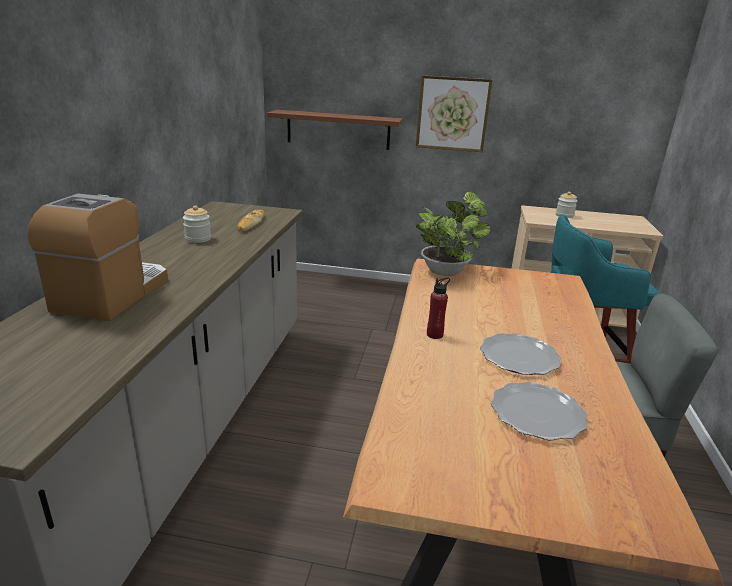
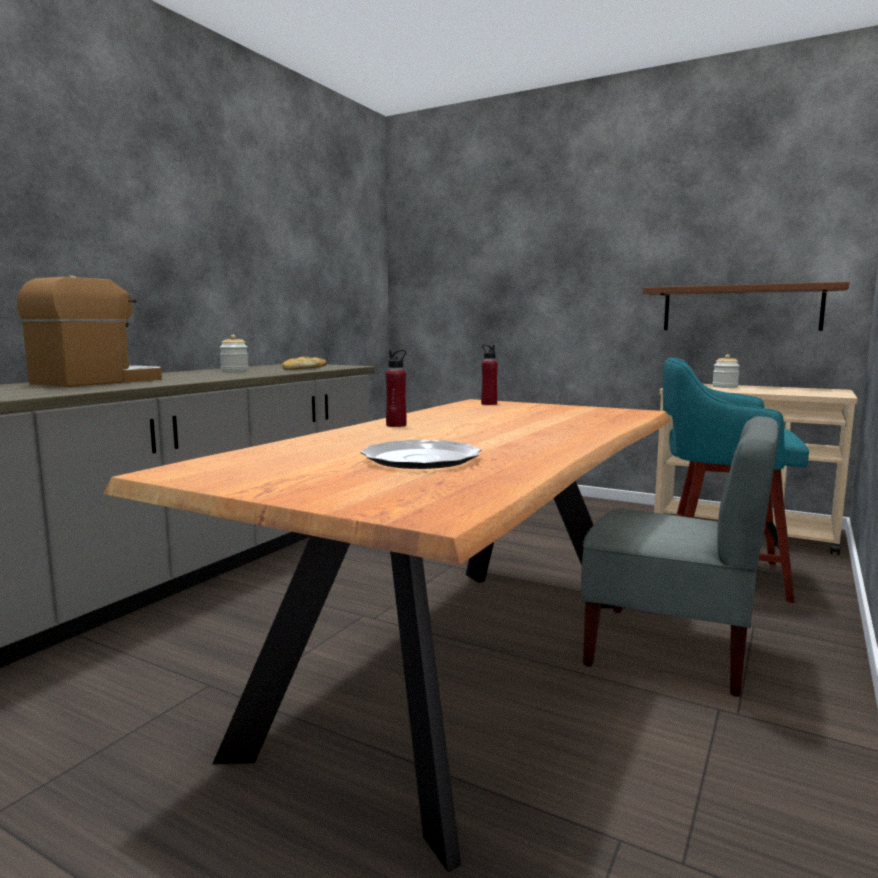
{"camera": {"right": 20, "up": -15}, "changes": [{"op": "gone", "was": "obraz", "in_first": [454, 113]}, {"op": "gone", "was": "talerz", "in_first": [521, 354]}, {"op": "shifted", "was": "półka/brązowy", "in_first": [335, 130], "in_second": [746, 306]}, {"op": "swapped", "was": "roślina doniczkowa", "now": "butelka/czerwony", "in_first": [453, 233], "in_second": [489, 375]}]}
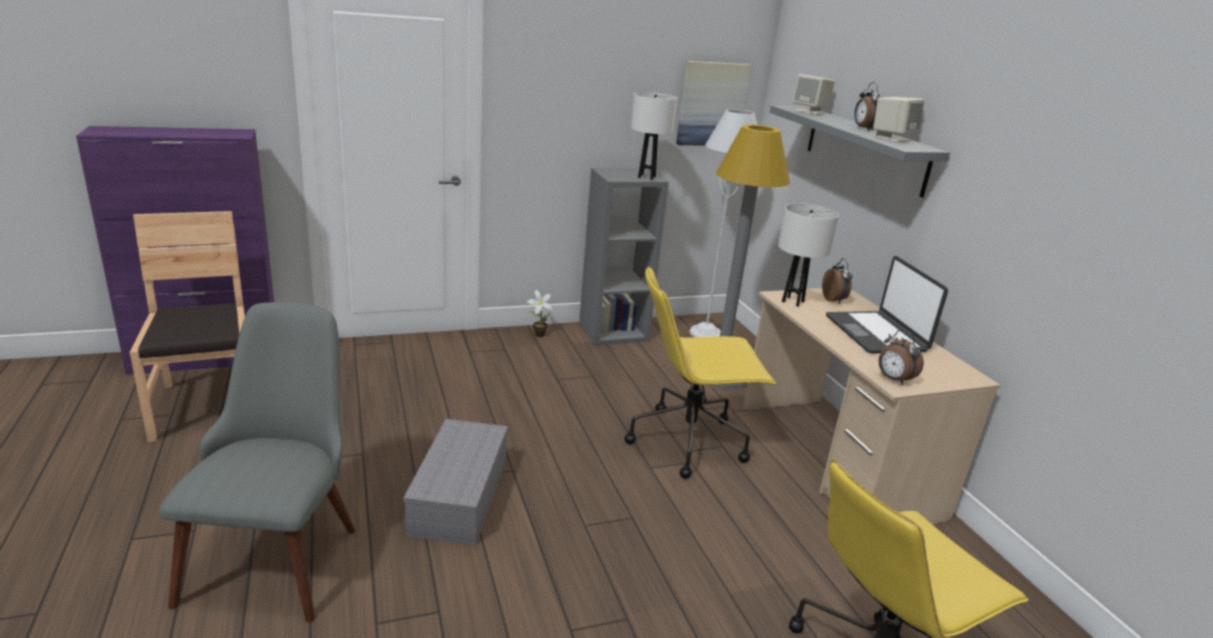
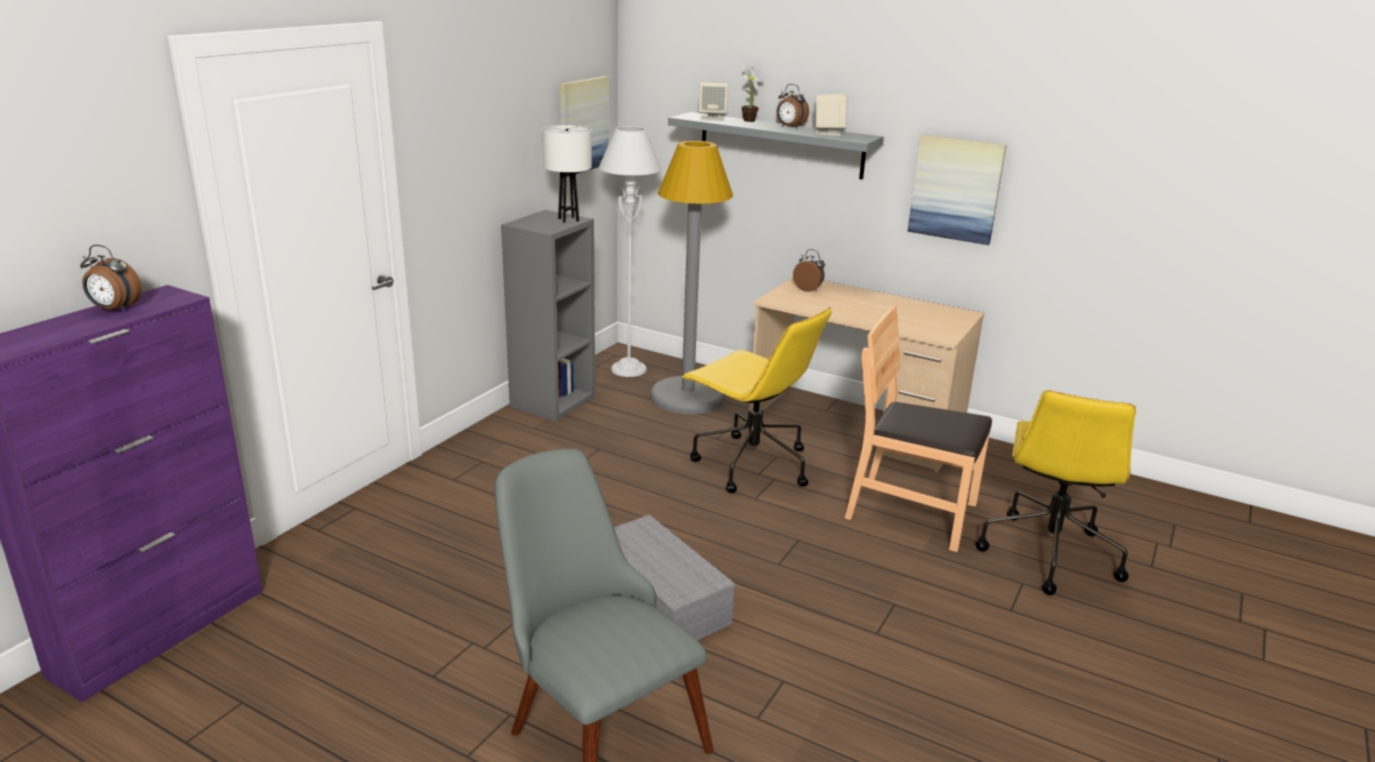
{"camera": {"right": -40, "up": 0}, "changes": [{"op": "gone", "was": "lampa stołowa/biały", "in_first": [808, 255]}, {"op": "gone", "was": "laptop", "in_first": [887, 305]}, {"op": "new", "now": "obraz", "in_second": [957, 190]}, {"op": "shifted", "was": "krzesło/brązowy", "in_first": [187, 326], "in_second": [919, 429]}, {"op": "shifted", "was": "roślina doniczkowa", "in_first": [540, 313], "in_second": [752, 93]}, {"op": "shifted", "was": "budzik", "in_first": [901, 357], "in_second": [111, 278]}, {"op": "rotated", "was": "krzesło biurowe/żółty", "in_first": [700, 372], "in_second": [756, 400], "clockwise": -90}]}
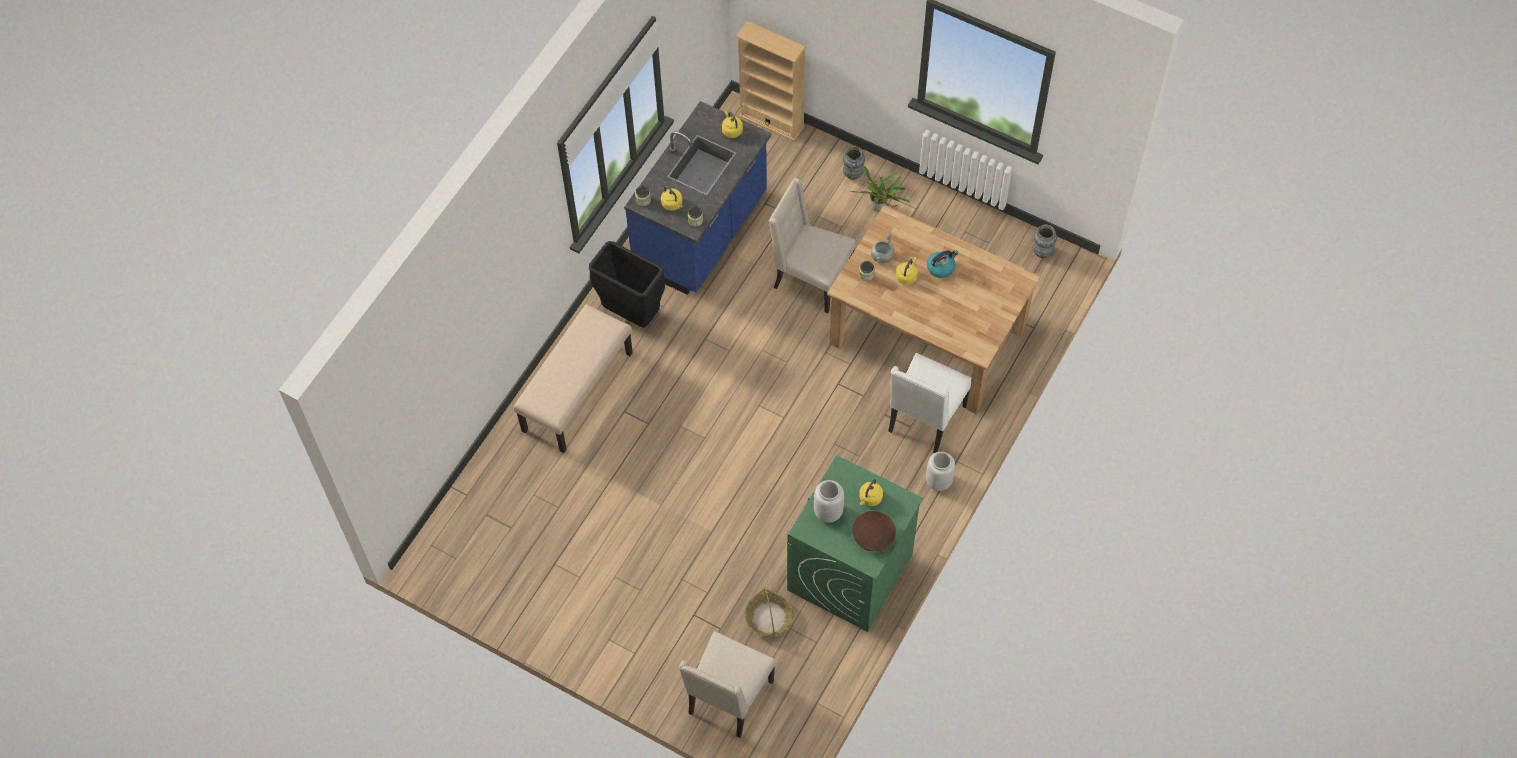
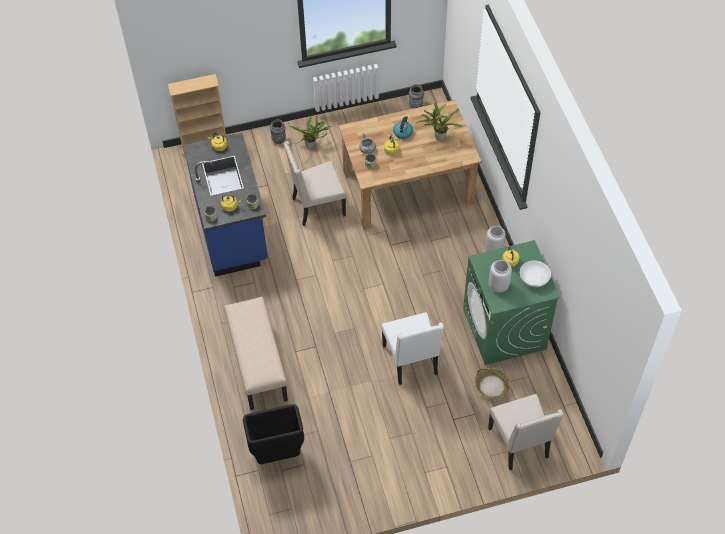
{"camera": {"right": -45, "up": -5}, "changes": [{"op": "new", "now": "roślina doniczkowa", "in_second": [439, 121]}, {"op": "shifted", "was": "kosz na śmieci/czarny", "in_first": [627, 284], "in_second": [273, 434]}, {"op": "shifted", "was": "krzesło/biały", "in_first": [929, 403], "in_second": [412, 348]}, {"op": "repainted", "was": "miska/brązowy", "now": "miska/biały", "in_first": [874, 531], "in_second": [535, 274]}]}
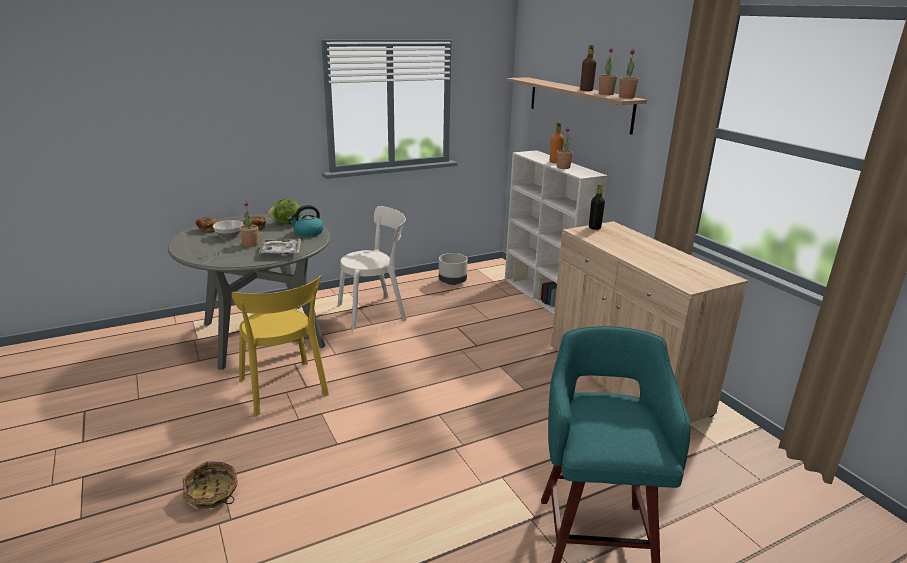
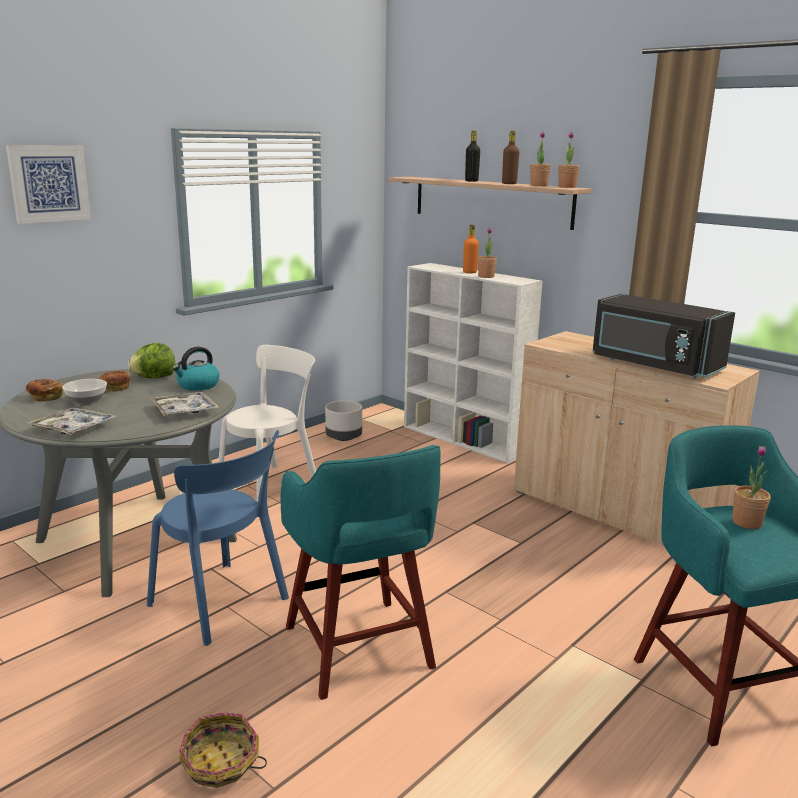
{"camera": {"right": -20, "up": -5}, "changes": [{"op": "new", "now": "obraz", "in_second": [48, 184]}, {"op": "new", "now": "taca", "in_second": [72, 421]}, {"op": "new", "now": "stołek/turkusowy", "in_second": [360, 572]}, {"op": "new", "now": "mikrofalówka/czarny", "in_second": [664, 336]}, {"op": "shifted", "was": "roślina doniczkowa", "in_first": [249, 224], "in_second": [751, 487]}, {"op": "shifted", "was": "butelka/czarny", "in_first": [597, 207], "in_second": [472, 156]}, {"op": "repainted", "was": "krzesło/żółty", "now": "krzesło/niebieski", "in_first": [280, 345], "in_second": [218, 538]}]}
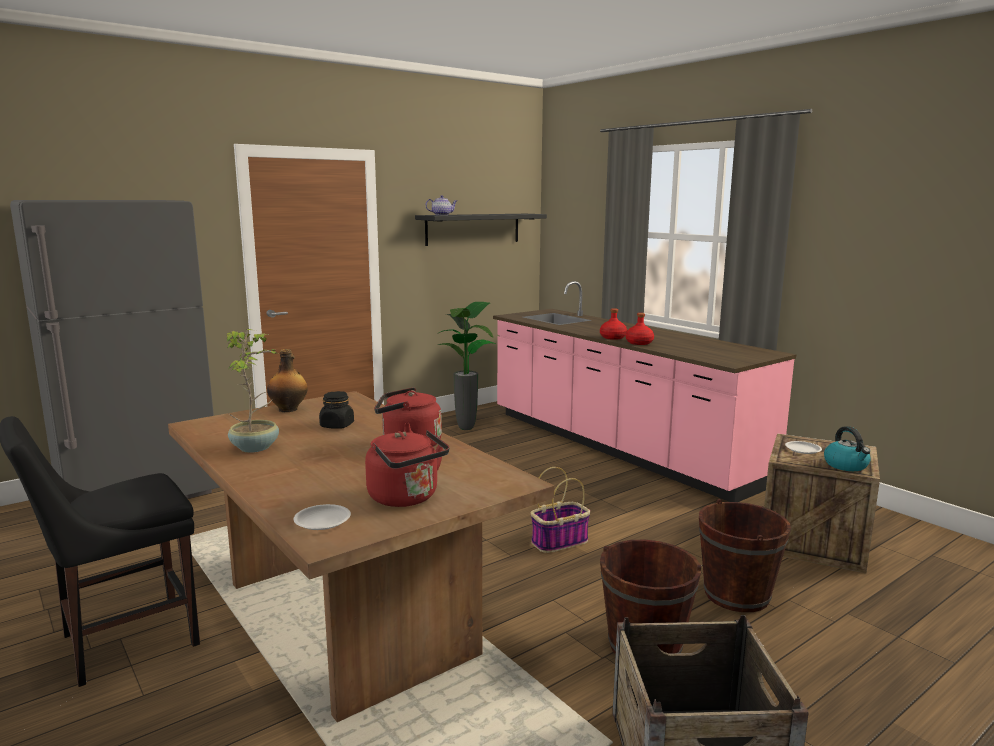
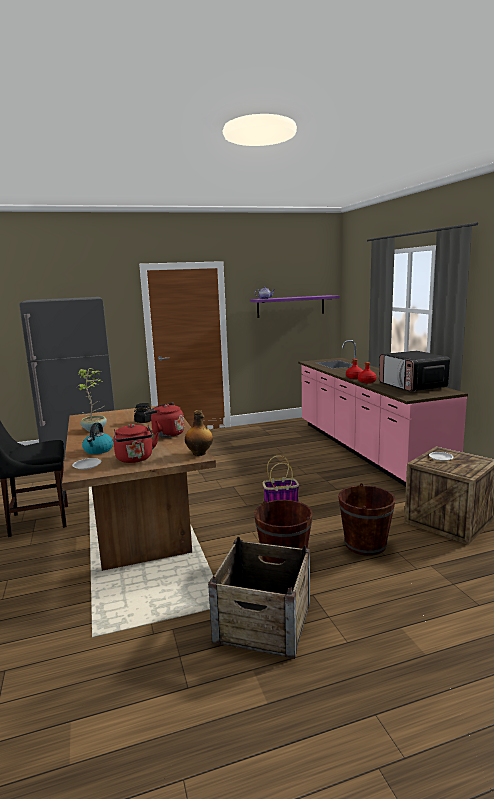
{"camera": {"right": 20, "up": 0}, "changes": [{"op": "gone", "was": "roślina doniczkowa", "in_first": [466, 366]}, {"op": "new", "now": "mikrofalówka", "in_second": [414, 371]}, {"op": "shifted", "was": "butelka", "in_first": [287, 380], "in_second": [199, 433]}, {"op": "shifted", "was": "czajnik", "in_first": [847, 448], "in_second": [97, 438]}, {"op": "repainted", "was": "półka/czarny", "now": "półka/fioletowy", "in_first": [481, 230], "in_second": [295, 306]}]}
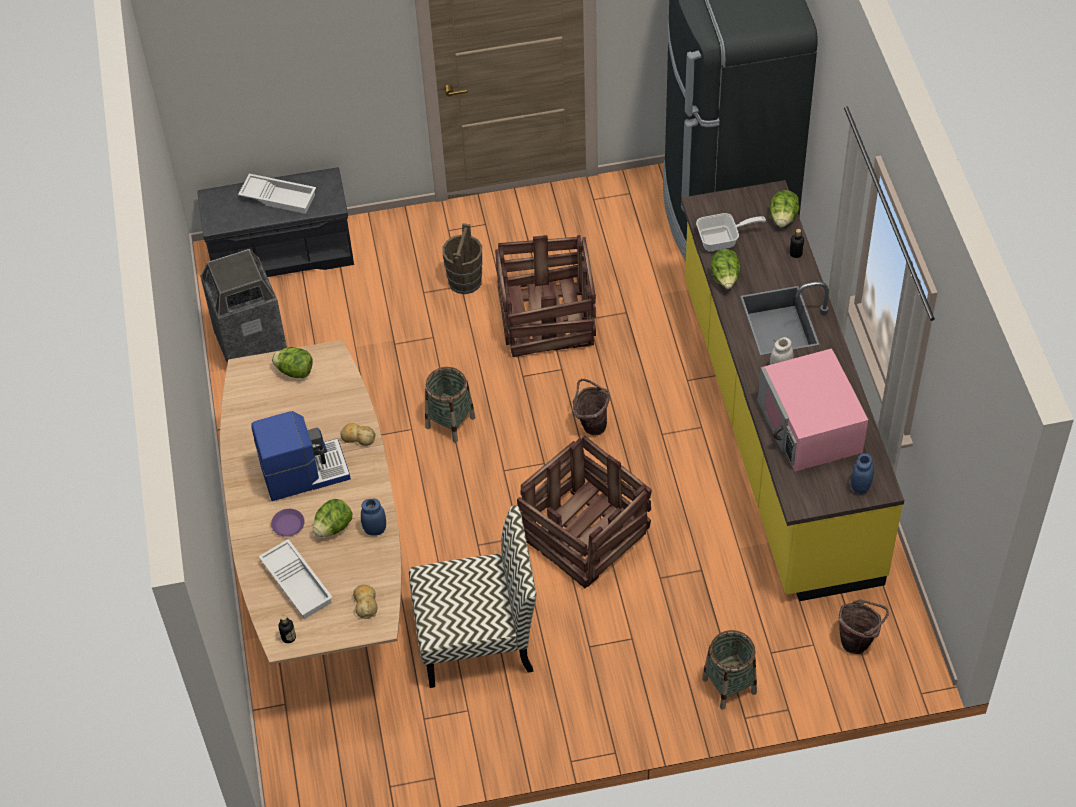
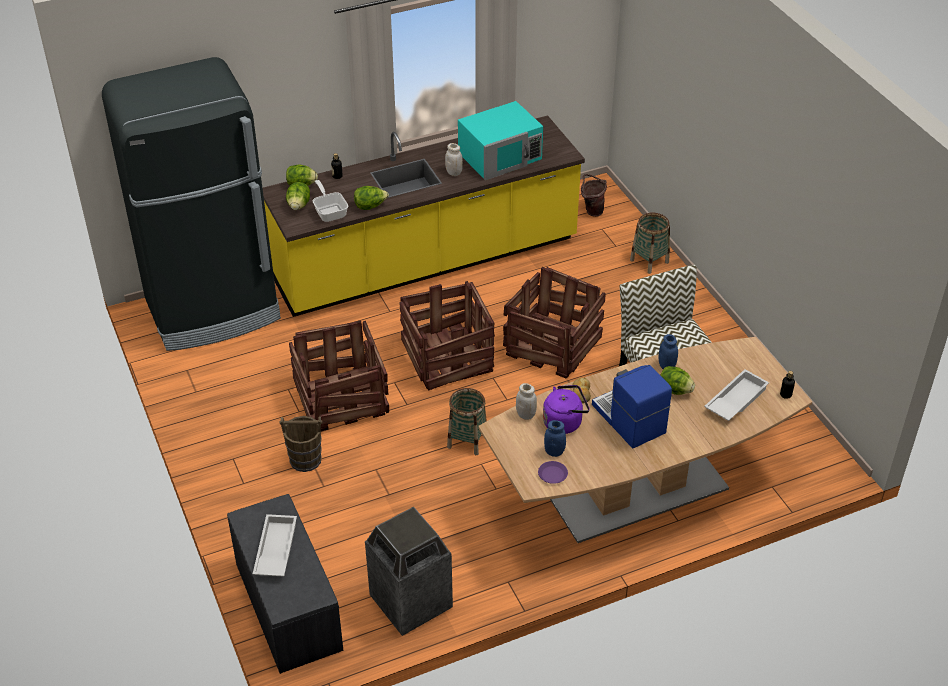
{"camera": {"right": -105, "up": -10}, "changes": [{"op": "gone", "was": "chleb", "in_first": [365, 602]}, {"op": "new", "now": "słoik/biały", "in_second": [526, 401]}, {"op": "new", "now": "czajnik/fioletowy", "in_second": [566, 409]}, {"op": "shifted", "was": "talerz/fioletowy", "in_first": [288, 523], "in_second": [553, 472]}, {"op": "shifted", "was": "sałata", "in_first": [292, 362], "in_second": [298, 196]}, {"op": "shifted", "was": "słoik/niebieski", "in_first": [862, 473], "in_second": [555, 438]}, {"op": "swapped", "was": "wiadro/brązowy", "now": "skrzynka", "in_first": [591, 407], "in_second": [447, 336]}, {"op": "repainted", "was": "mikrofalówka/różowy", "now": "mikrofalówka/turkusowy", "in_first": [813, 410], "in_second": [500, 140]}]}
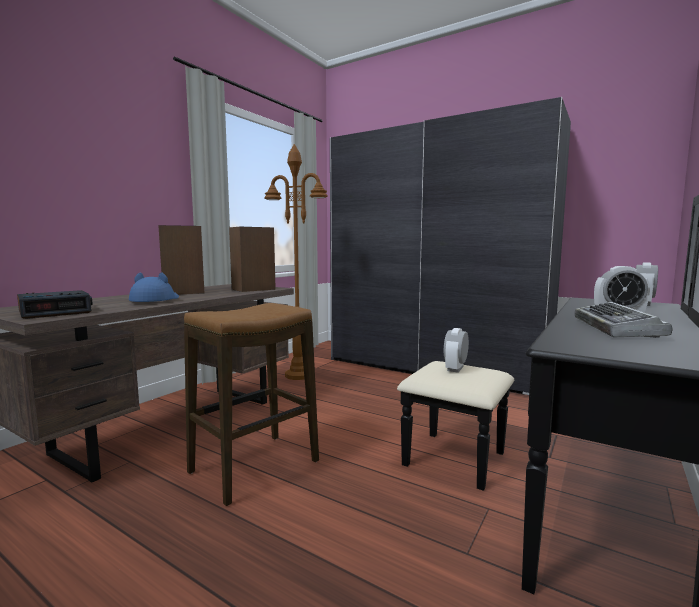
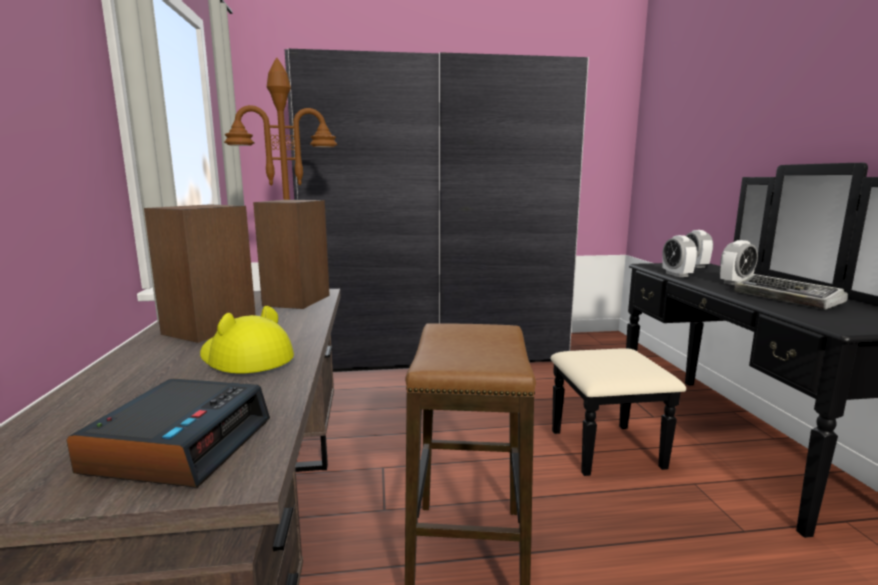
{"camera": {"right": -40, "up": 5}, "changes": [{"op": "shifted", "was": "budzik", "in_first": [456, 350], "in_second": [679, 256]}, {"op": "repainted", "was": "kapelusz/niebieski", "now": "kapelusz/żółty", "in_first": [154, 287], "in_second": [247, 340]}]}
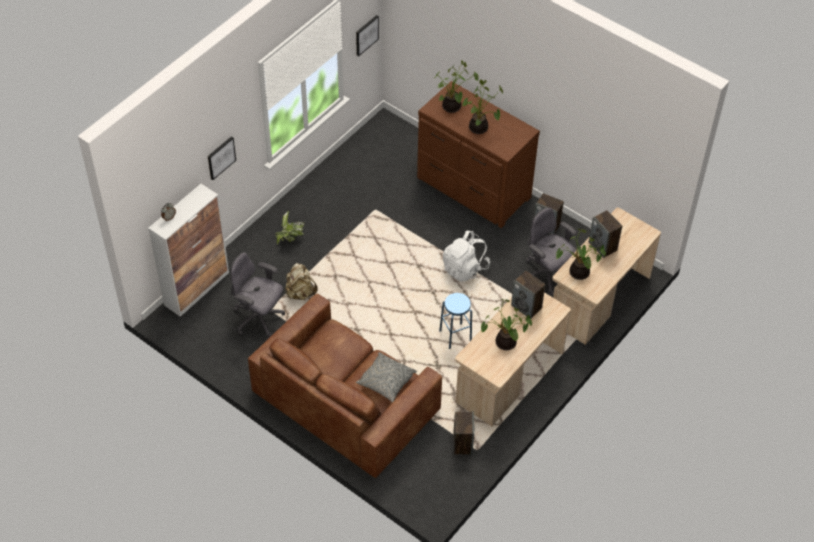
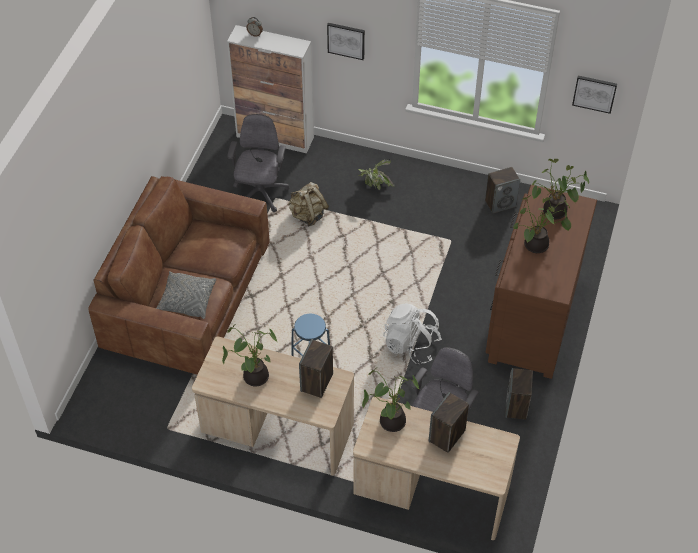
{"camera": {"right": 70, "up": 0}, "changes": [{"op": "shifted", "was": "głośnik", "in_first": [463, 433], "in_second": [502, 190]}]}
